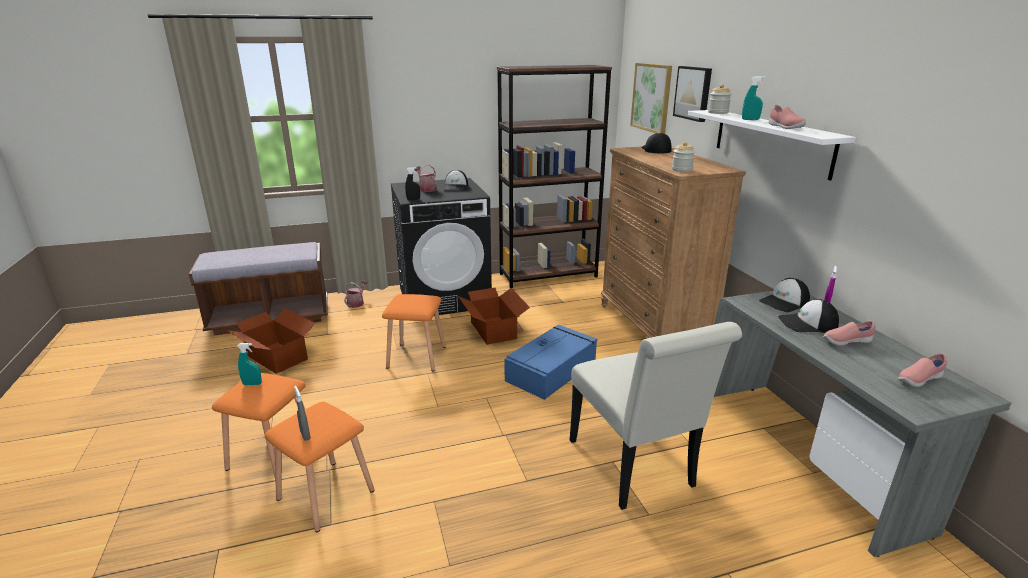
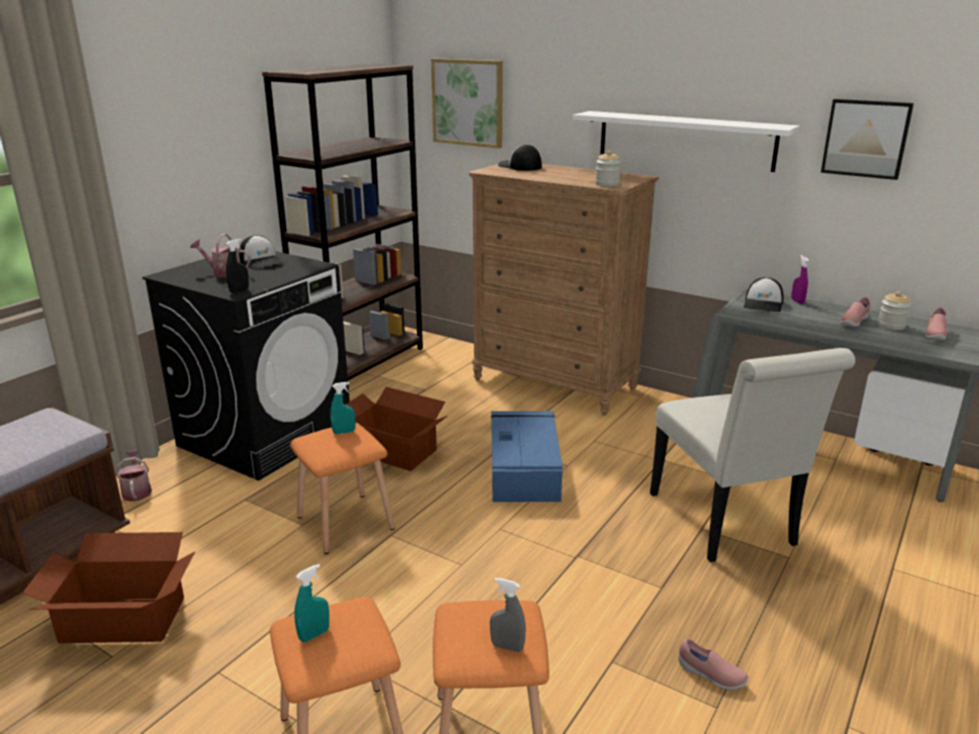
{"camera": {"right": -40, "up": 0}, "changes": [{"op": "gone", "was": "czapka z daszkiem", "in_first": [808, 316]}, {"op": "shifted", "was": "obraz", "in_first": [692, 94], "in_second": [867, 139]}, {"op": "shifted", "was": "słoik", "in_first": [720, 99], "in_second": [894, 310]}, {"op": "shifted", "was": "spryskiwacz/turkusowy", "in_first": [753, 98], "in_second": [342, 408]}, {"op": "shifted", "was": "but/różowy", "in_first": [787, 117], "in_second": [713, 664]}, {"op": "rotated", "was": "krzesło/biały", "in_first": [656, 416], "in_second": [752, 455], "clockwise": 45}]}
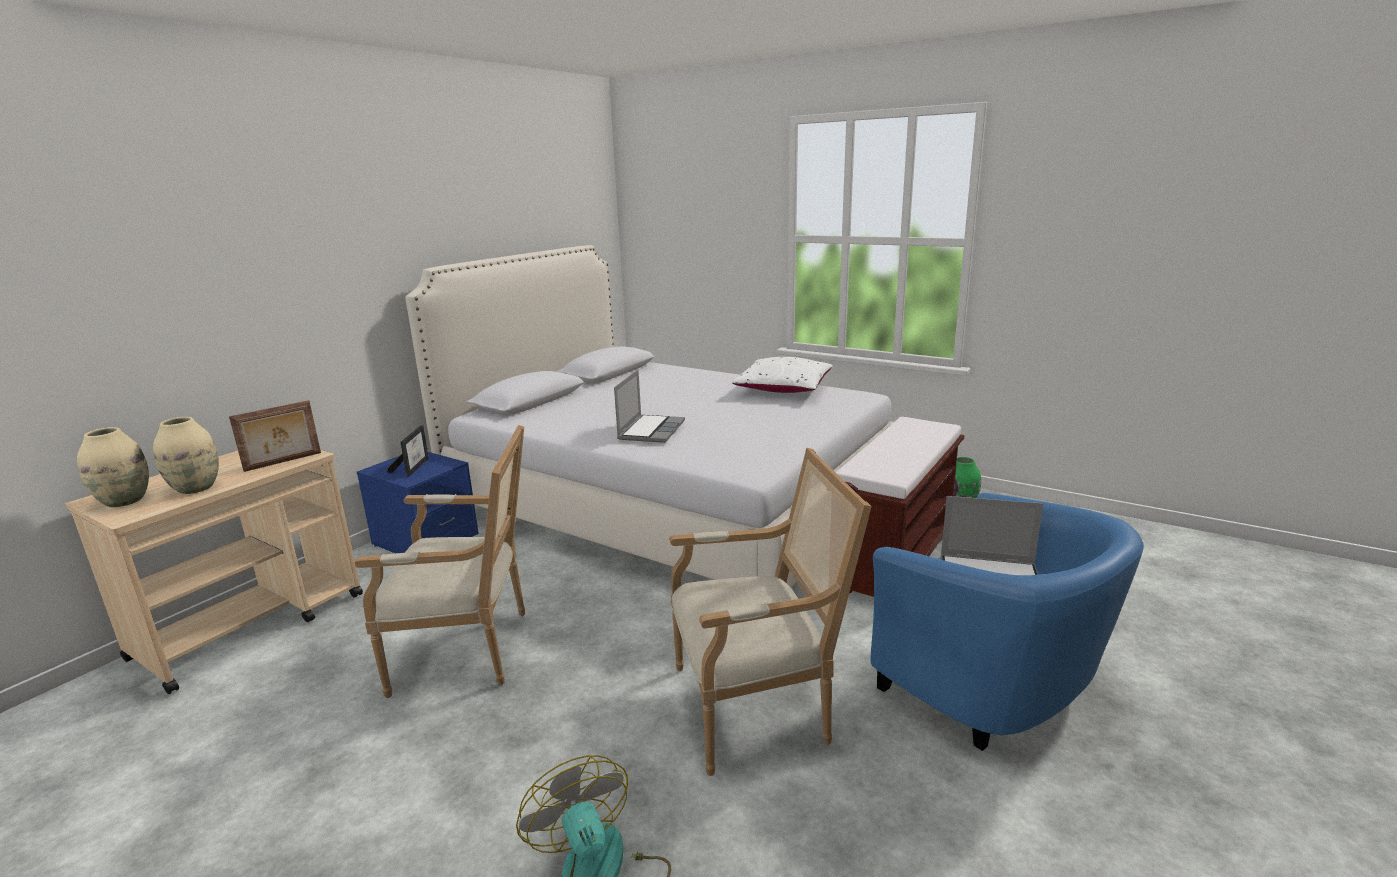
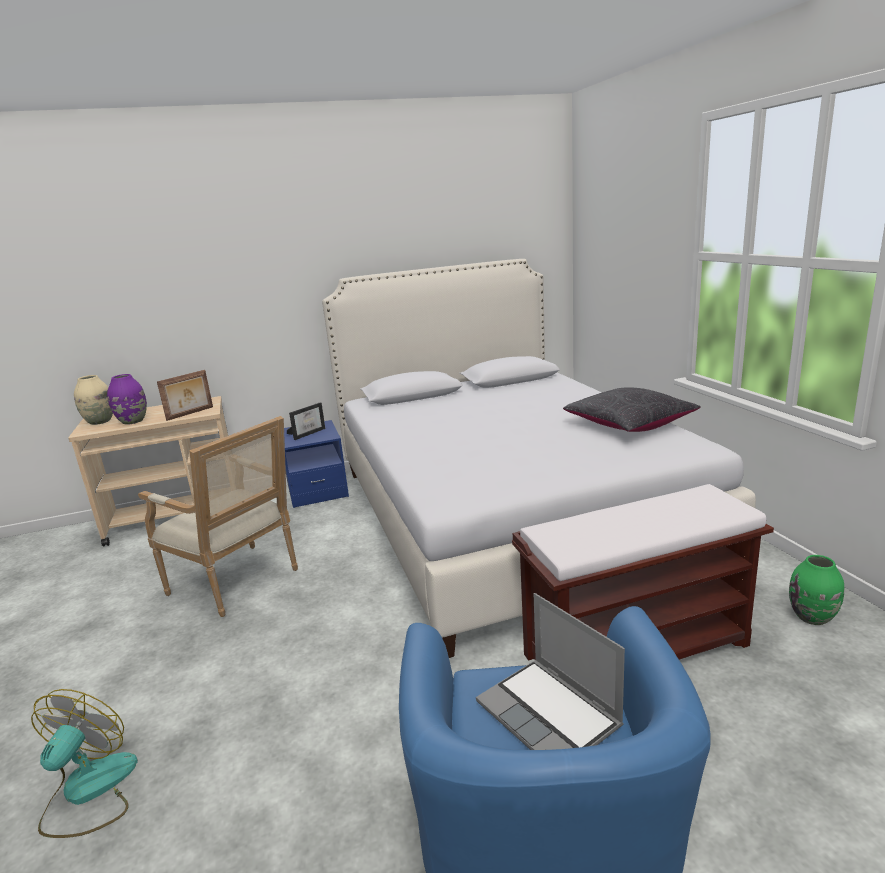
{"camera": {"right": 40, "up": 0}, "changes": [{"op": "gone", "was": "laptop", "in_first": [649, 406]}, {"op": "gone", "was": "fotel", "in_first": [770, 612]}, {"op": "repainted", "was": "wazon/beżowy", "now": "wazon/fioletowy", "in_first": [186, 455], "in_second": [127, 399]}, {"op": "repainted", "was": "poduszka/biały", "now": "poduszka/czarny", "in_first": [782, 375], "in_second": [632, 409]}, {"op": "rotated", "was": "ramka na zdjęcie", "in_first": [275, 436], "in_second": [185, 395], "clockwise": -45}]}
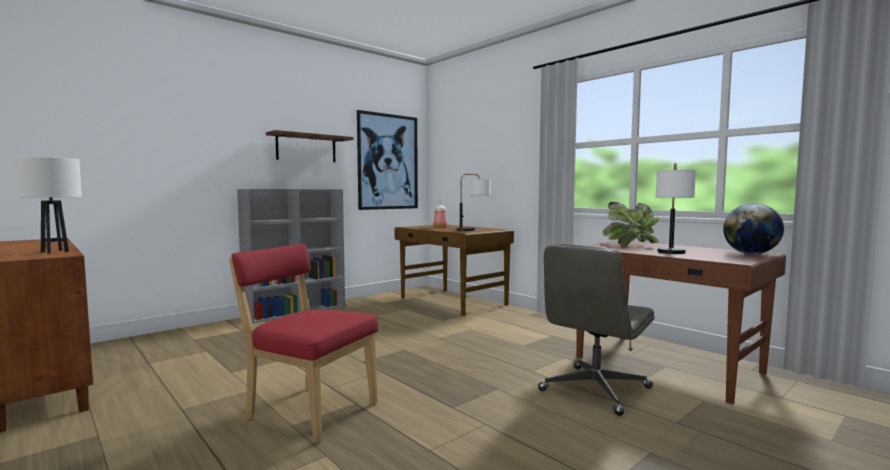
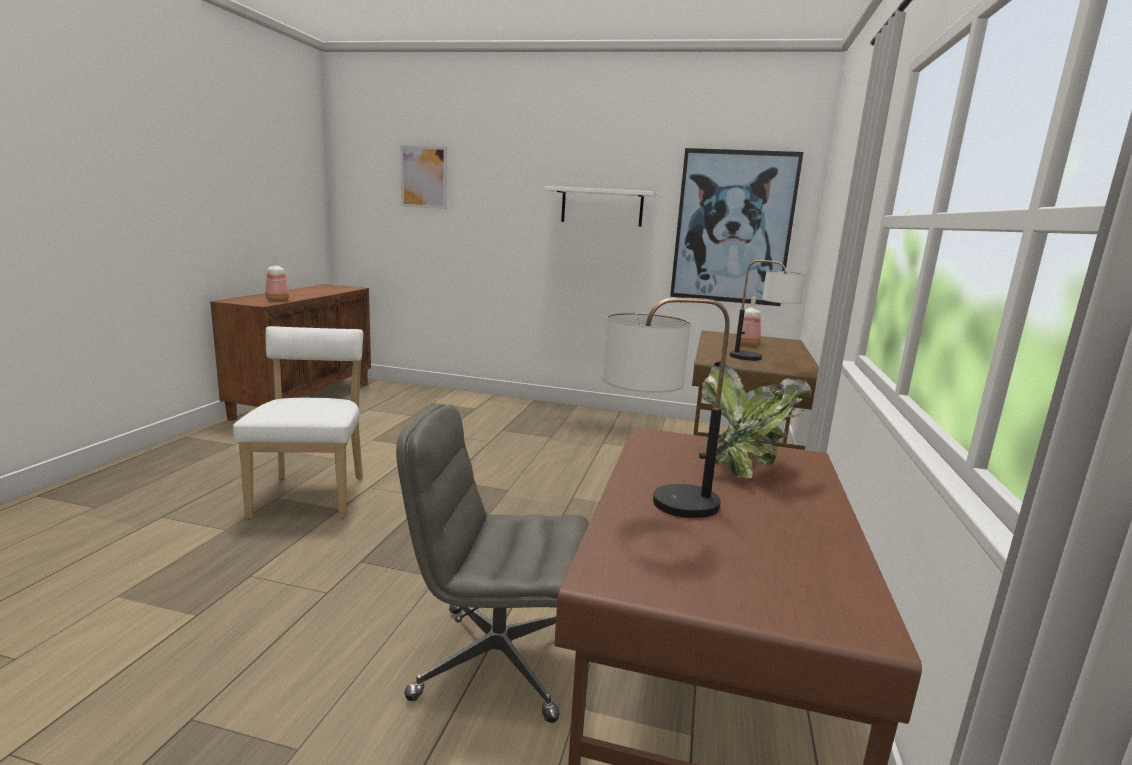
{"camera": {"right": 55, "up": 10}, "changes": [{"op": "gone", "was": "regał/szary", "in_first": [291, 256]}, {"op": "gone", "was": "globus", "in_first": [753, 228]}, {"op": "new", "now": "obraz", "in_second": [424, 177]}, {"op": "swapped", "was": "lampa stołowa/biały", "now": "butelka", "in_first": [48, 205], "in_second": [277, 278]}, {"op": "repainted", "was": "krzesło/czerwony", "now": "krzesło/biały", "in_first": [303, 343], "in_second": [298, 422]}, {"op": "repainted", "was": "półka/brązowy", "now": "półka/biały", "in_first": [310, 146], "in_second": [600, 206]}]}
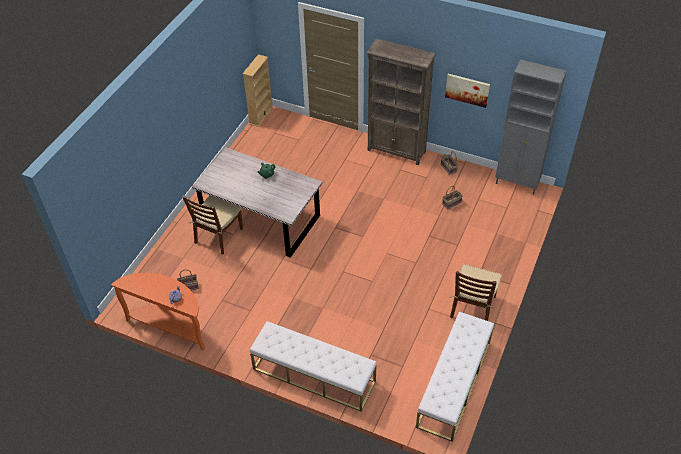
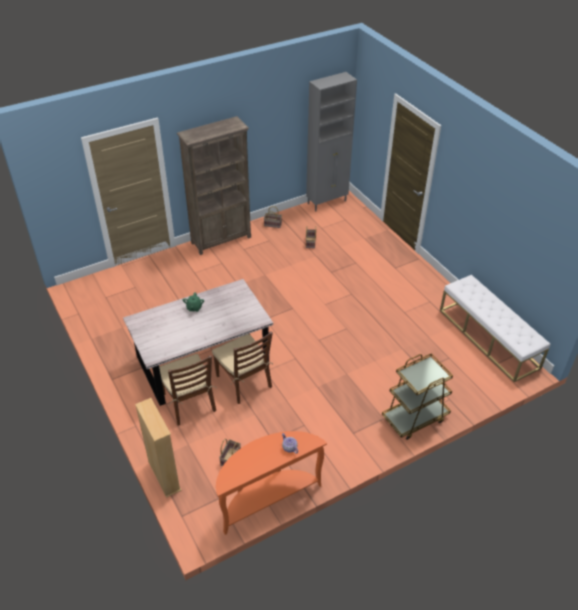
{"camera": {"right": -55, "up": -5}, "changes": [{"op": "gone", "was": "obraz", "in_first": [467, 91]}, {"op": "shifted", "was": "regał/beżowy", "in_first": [257, 90], "in_second": [158, 448]}, {"op": "shifted", "was": "krzesło/brązowy", "in_first": [476, 292], "in_second": [242, 367]}, {"op": "swapped", "was": "ławka/biały", "now": "wózek/brązowy", "in_first": [313, 366], "in_second": [417, 396]}]}
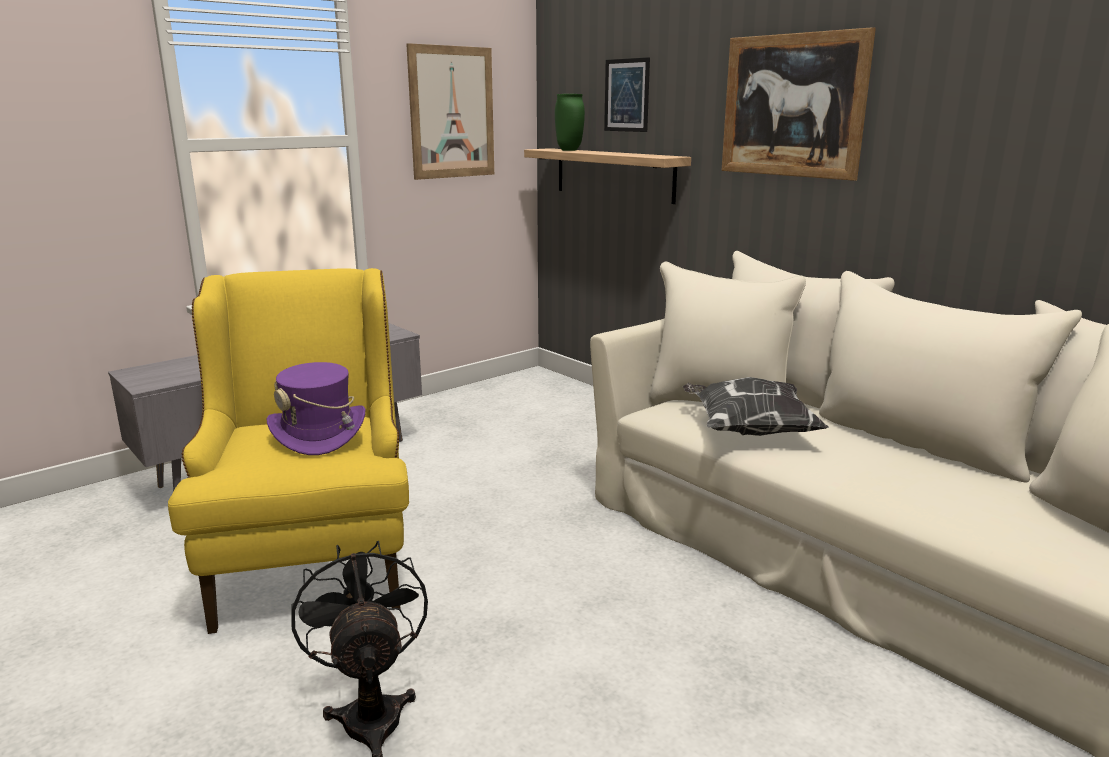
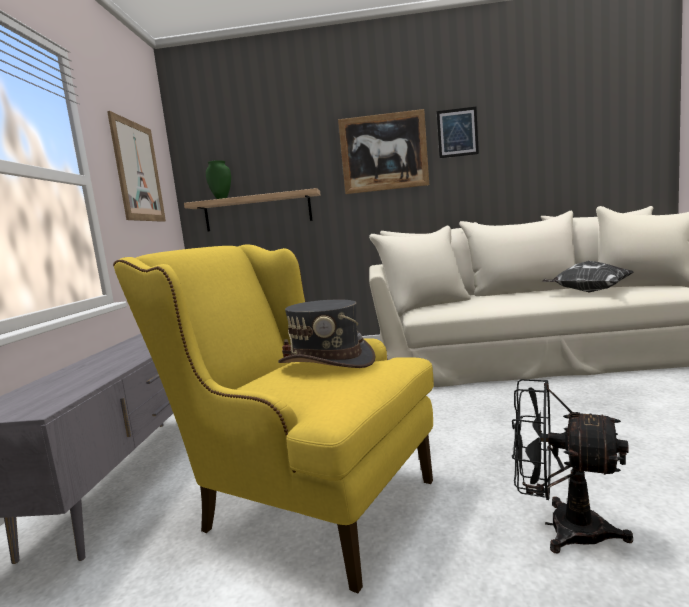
{"camera": {"right": -45, "up": -10}, "changes": [{"op": "shifted", "was": "obraz", "in_first": [627, 94], "in_second": [458, 132]}, {"op": "shifted", "was": "poduszka", "in_first": [756, 406], "in_second": [587, 276]}, {"op": "repainted", "was": "kapelusz/fioletowy", "now": "kapelusz/szary", "in_first": [316, 408], "in_second": [326, 333]}]}
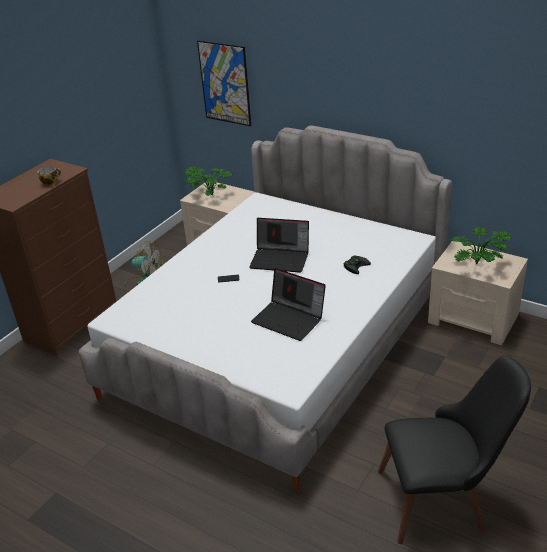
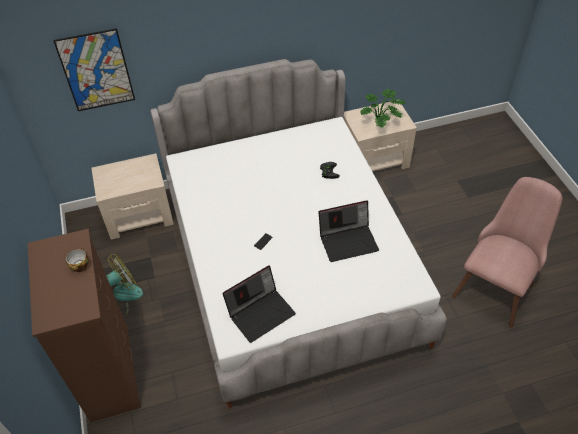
{"camera": {"right": -50, "up": 15}, "changes": [{"op": "gone", "was": "roślina doniczkowa", "in_first": [209, 181]}, {"op": "shifted", "was": "laptop", "in_first": [279, 245], "in_second": [259, 304]}, {"op": "repainted", "was": "krzesło/czarny", "now": "krzesło/różowy", "in_first": [454, 449], "in_second": [507, 252]}]}
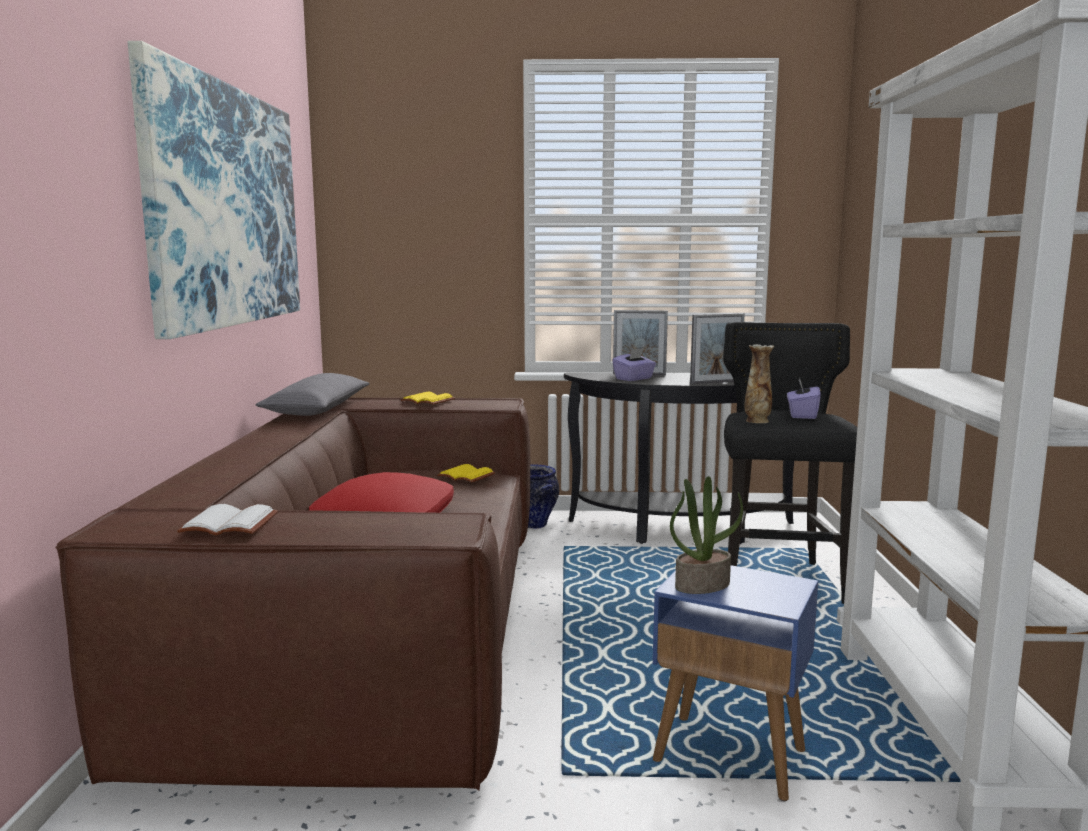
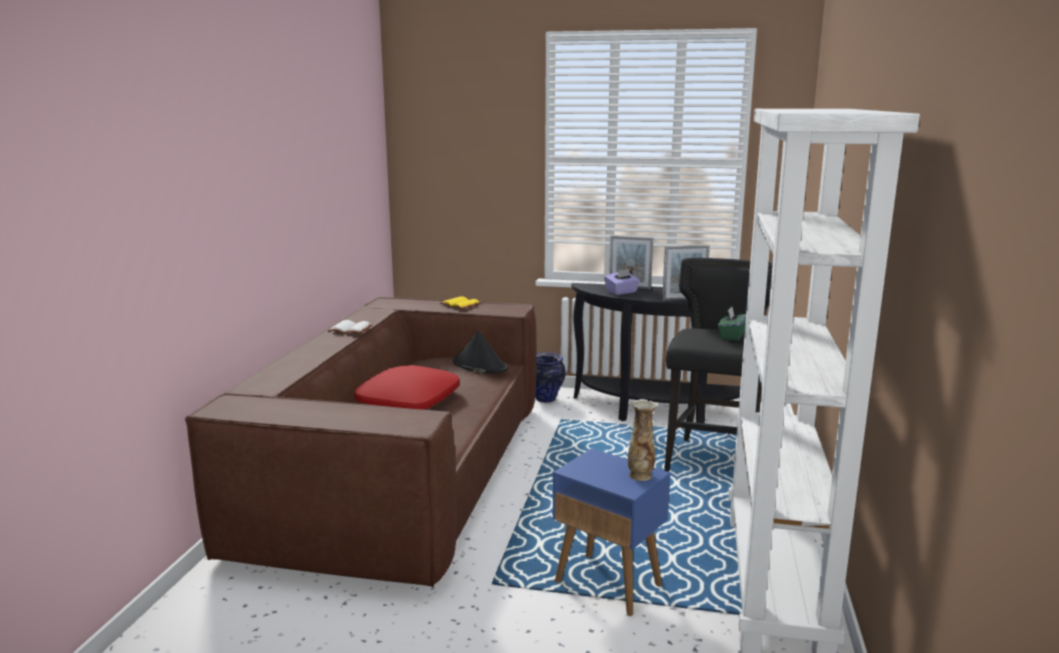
{"camera": {"right": 10, "up": 5}, "changes": [{"op": "gone", "was": "obraz", "in_first": [214, 190]}, {"op": "gone", "was": "poduszka/szary", "in_first": [313, 394]}, {"op": "gone", "was": "roślina doniczkowa", "in_first": [706, 535]}, {"op": "shifted", "was": "książka/biały", "in_first": [227, 519], "in_second": [350, 327]}, {"op": "shifted", "was": "wazon", "in_first": [759, 383], "in_second": [642, 440]}, {"op": "swapped", "was": "książka/żółty", "now": "kapelusz/czarny", "in_first": [466, 473], "in_second": [480, 352]}, {"op": "repainted", "was": "pudełko chusteczek/fioletowy", "now": "pudełko chusteczek/zielony", "in_first": [804, 398], "in_second": [732, 324]}]}
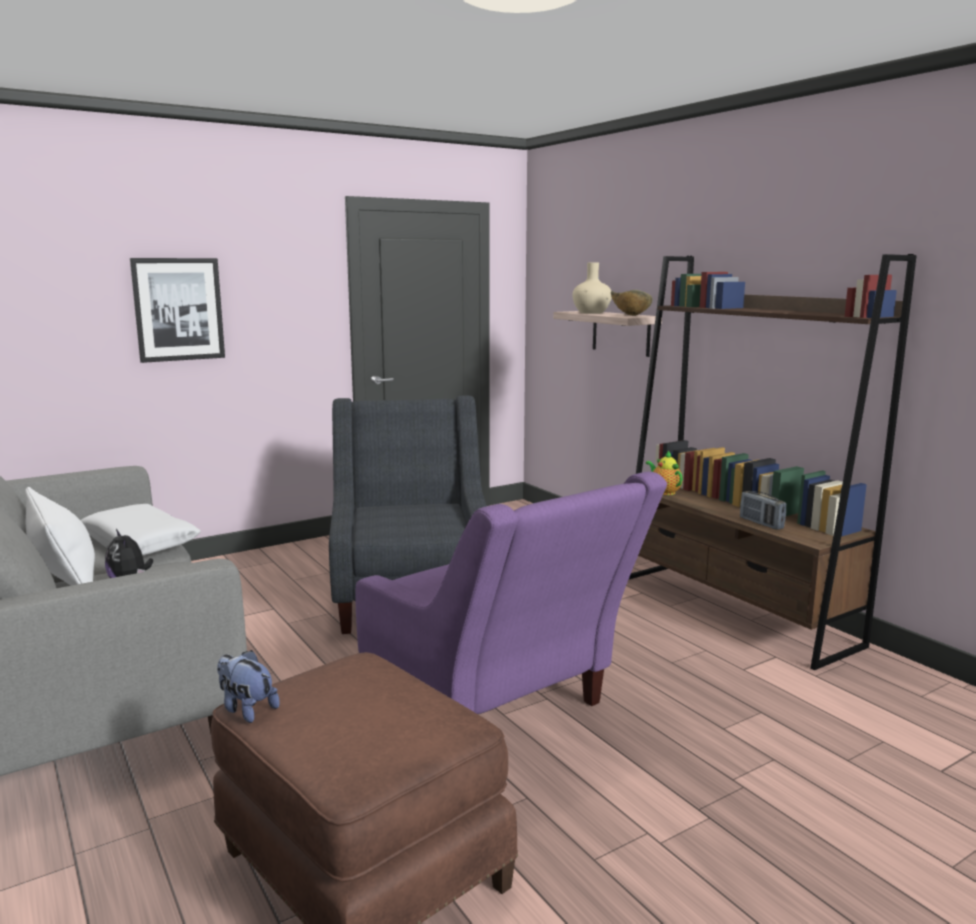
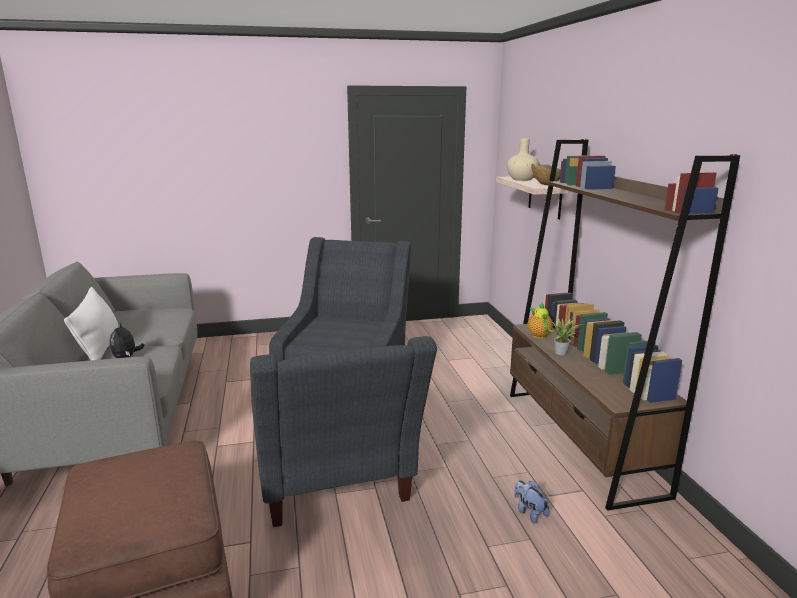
{"camera": {"right": 20, "up": 5}, "changes": [{"op": "gone", "was": "poduszka/biały", "in_first": [141, 530]}, {"op": "gone", "was": "obraz", "in_first": [177, 310]}, {"op": "gone", "was": "radio", "in_first": [763, 510]}, {"op": "new", "now": "roślina doniczkowa", "in_second": [564, 336]}, {"op": "shifted", "was": "pluszak", "in_first": [248, 686], "in_second": [531, 501]}, {"op": "repainted", "was": "fotel/fioletowy", "now": "fotel/szary", "in_first": [511, 593], "in_second": [343, 431]}]}
